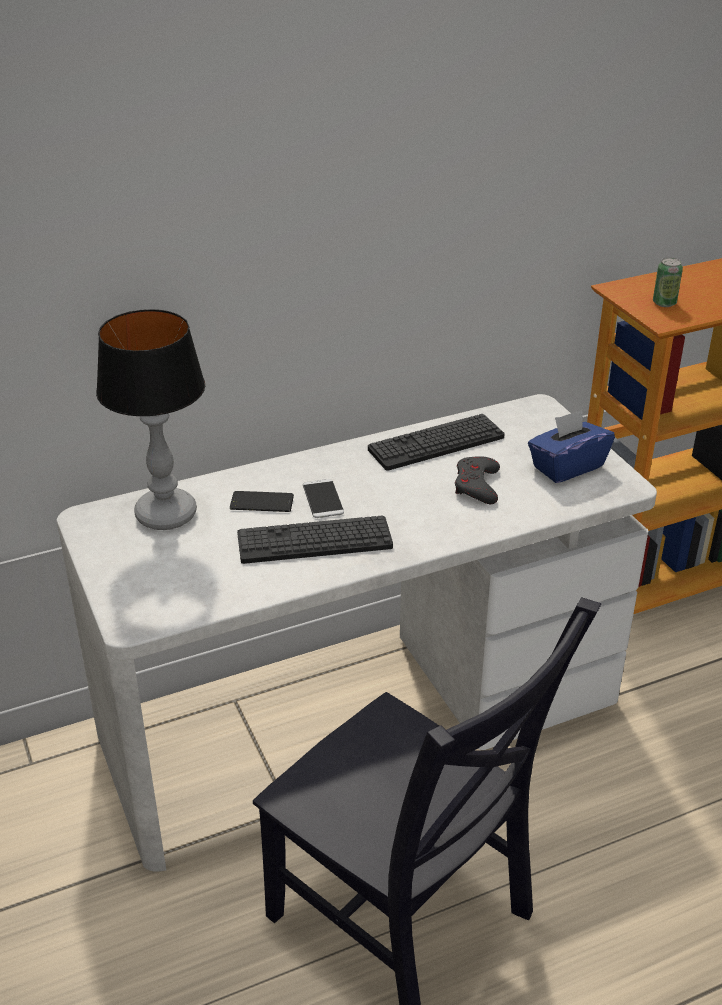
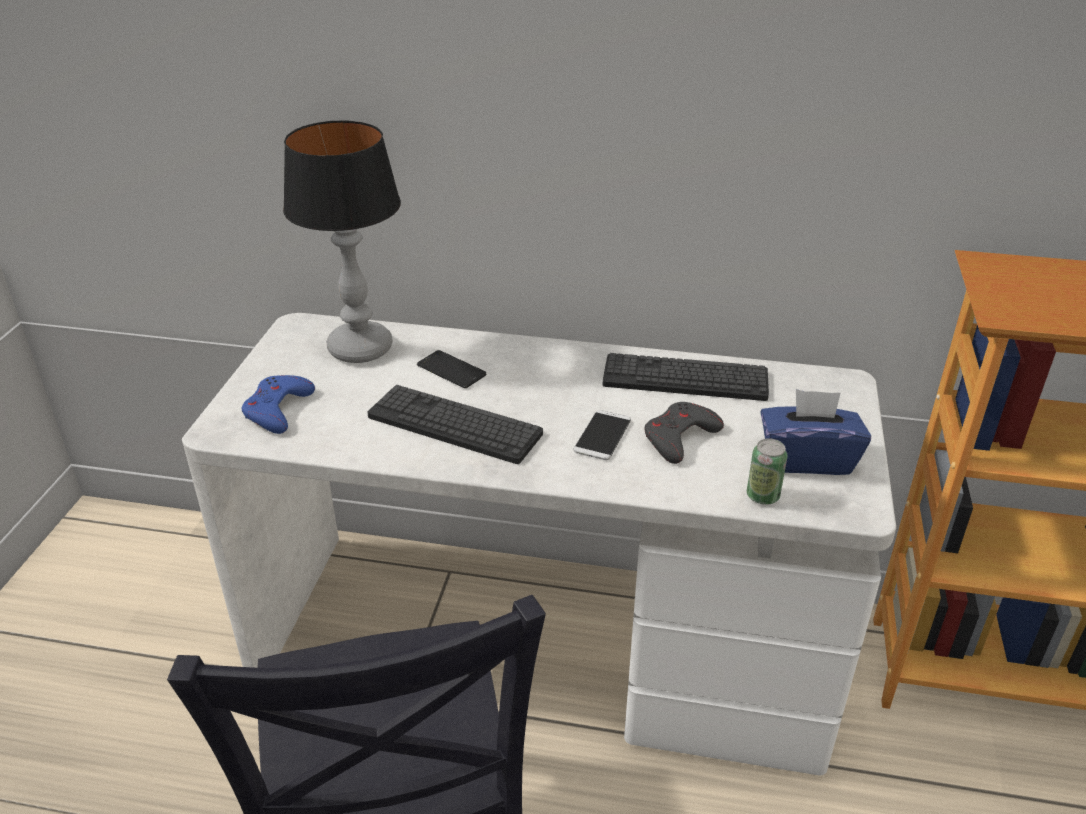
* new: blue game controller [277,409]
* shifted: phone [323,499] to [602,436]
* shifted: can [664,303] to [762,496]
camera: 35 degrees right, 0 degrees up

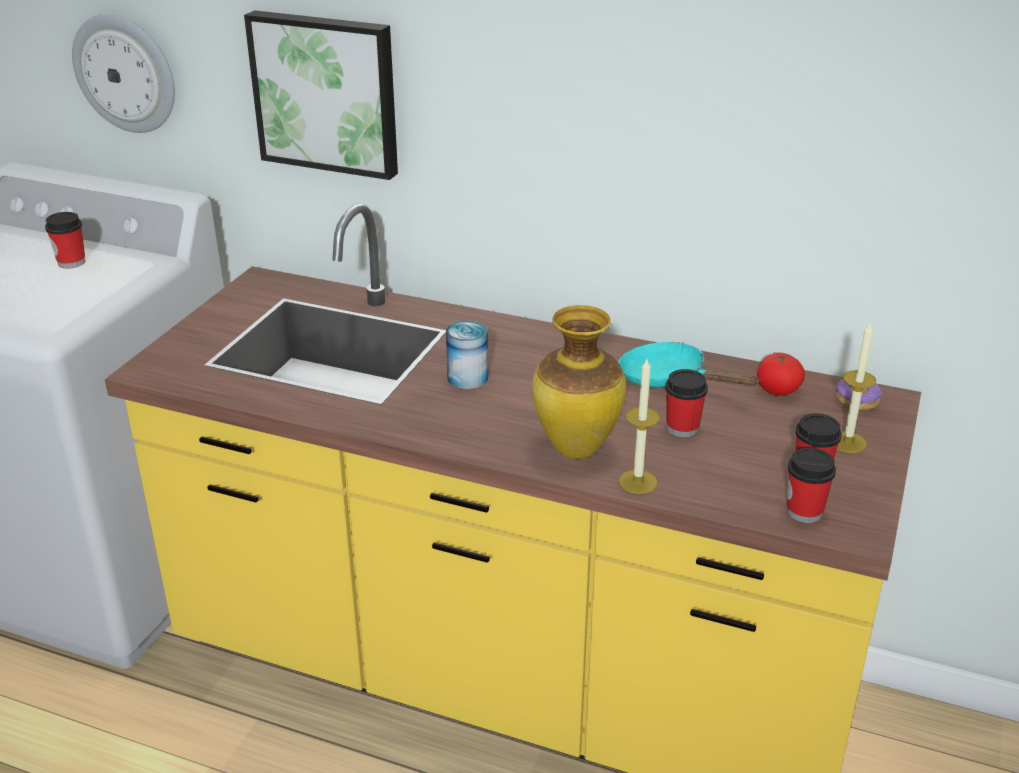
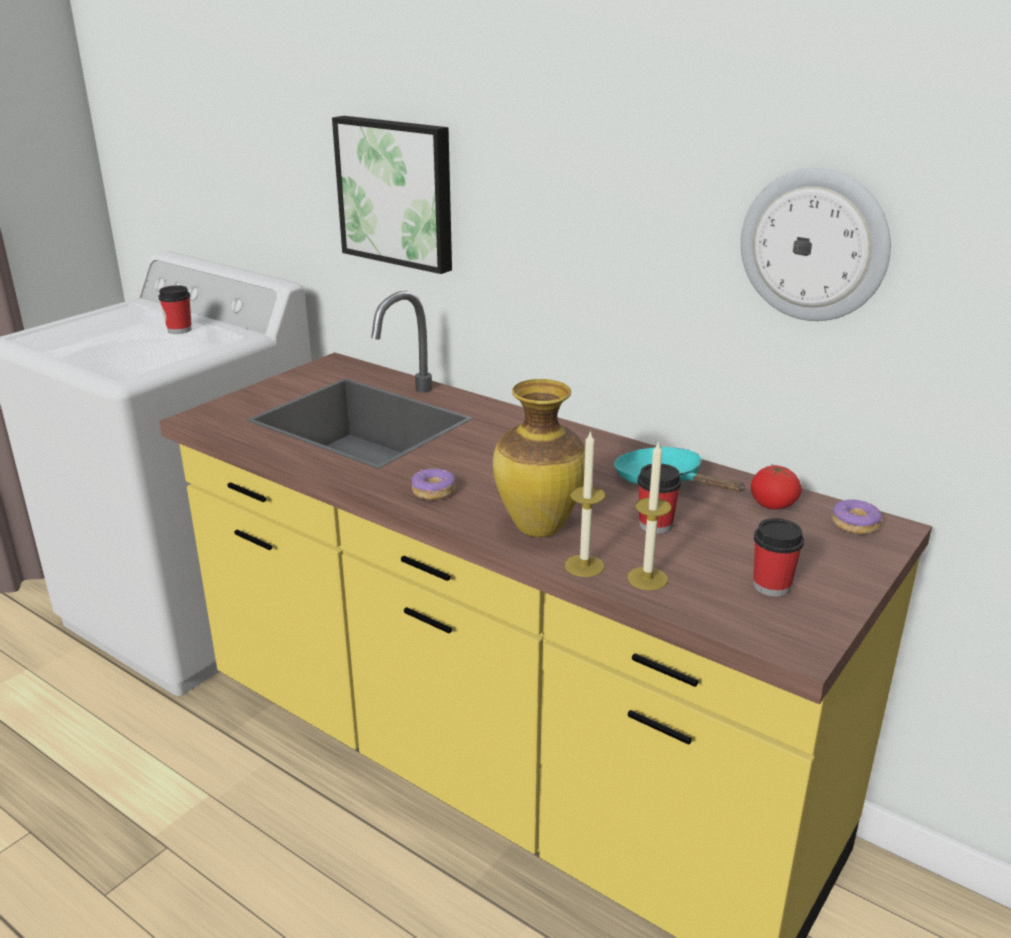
* gone: can [467,378]
* gone: cup [804,511]
* new: donut [433,492]
* shifted: wall clock [125,73] to [814,245]
* shifted: candle [847,442] to [647,578]
camera: 15 degrees right, 5 degrees down

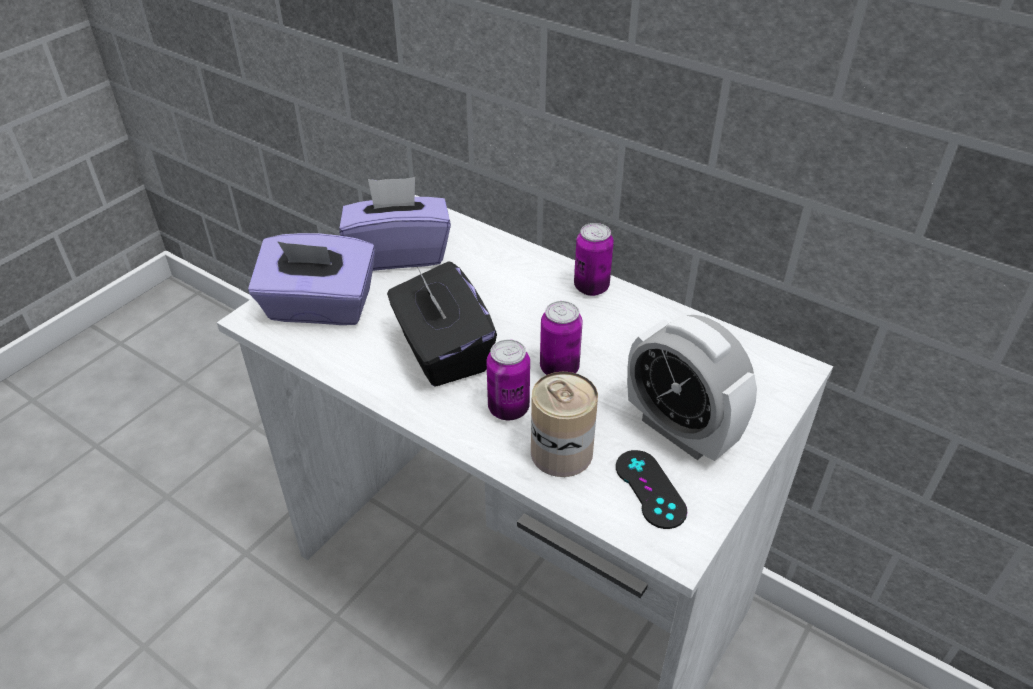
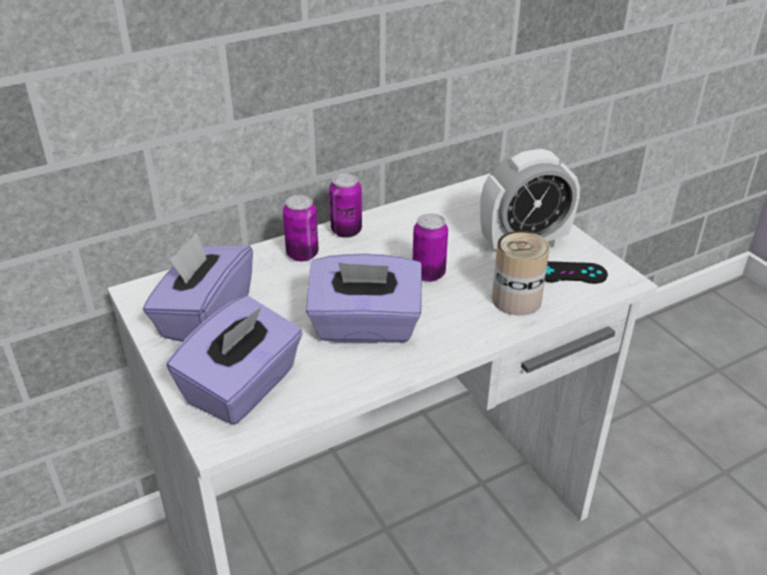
* shifted: can [508,409] to [302,254]
* repainted: black tissue box [442,351] to purple tissue box [365,327]
camera: 65 degrees left, 5 degrees down

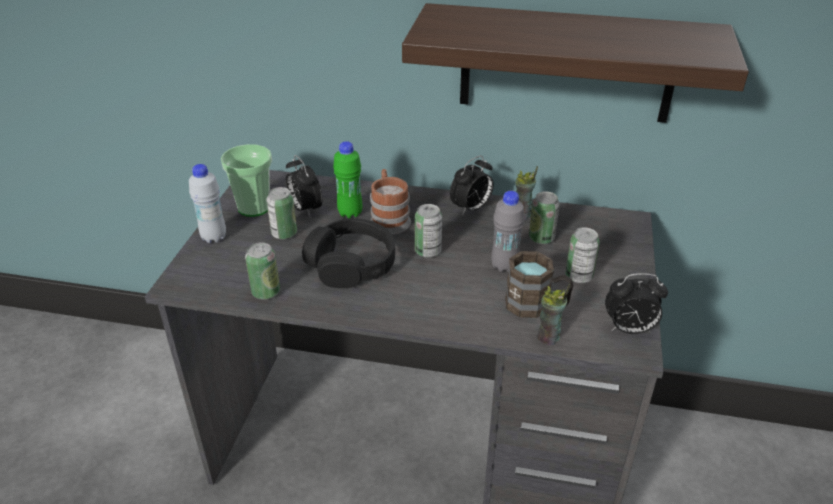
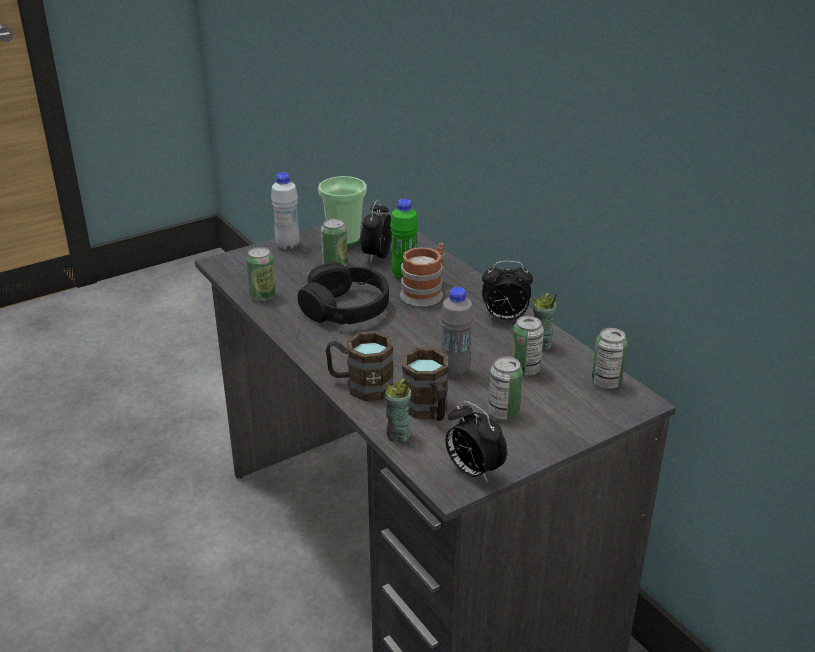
* gone: shelf [567,64]
* new: brown mug [360,386]
* shifted: can [428,251] to [606,382]
camera: 45 degrees right, 5 degrees down

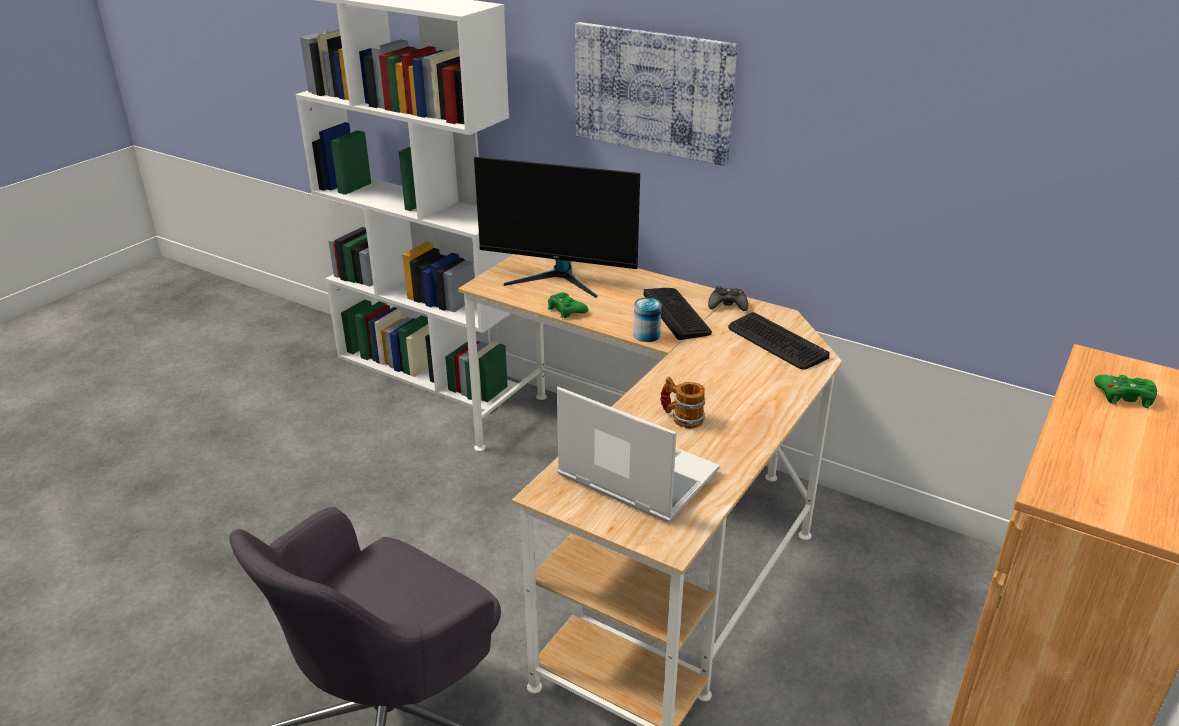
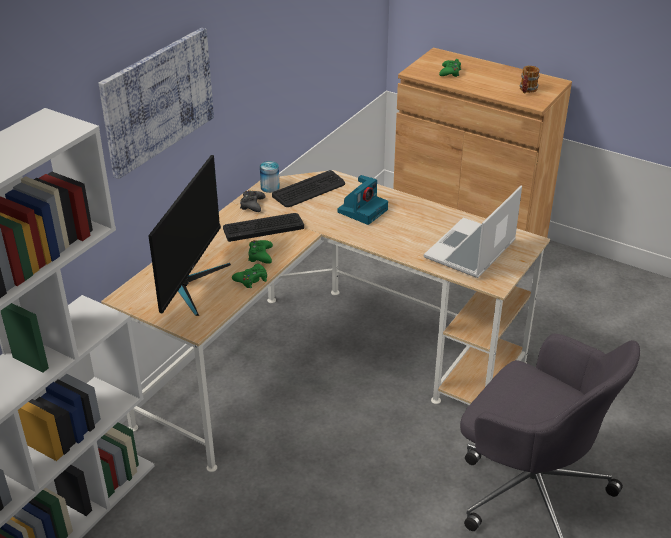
* new: green game controller [260,255]
* new: photo camera [363,210]
* shifted: can [646,335] to [270,187]
* shifted: mug [681,418] to [527,90]
camera: 90 degrees left, 5 degrees up

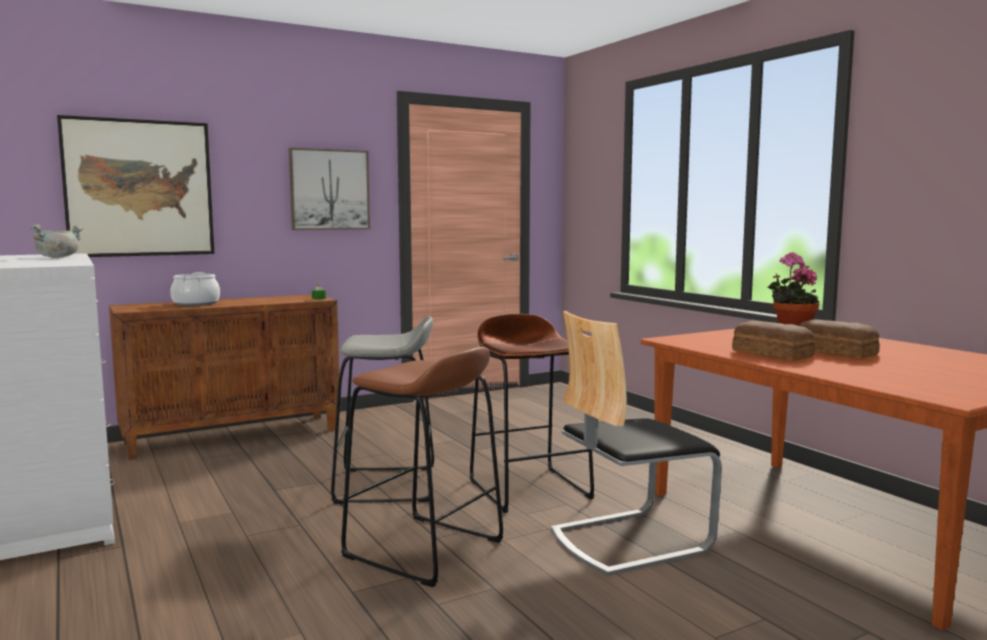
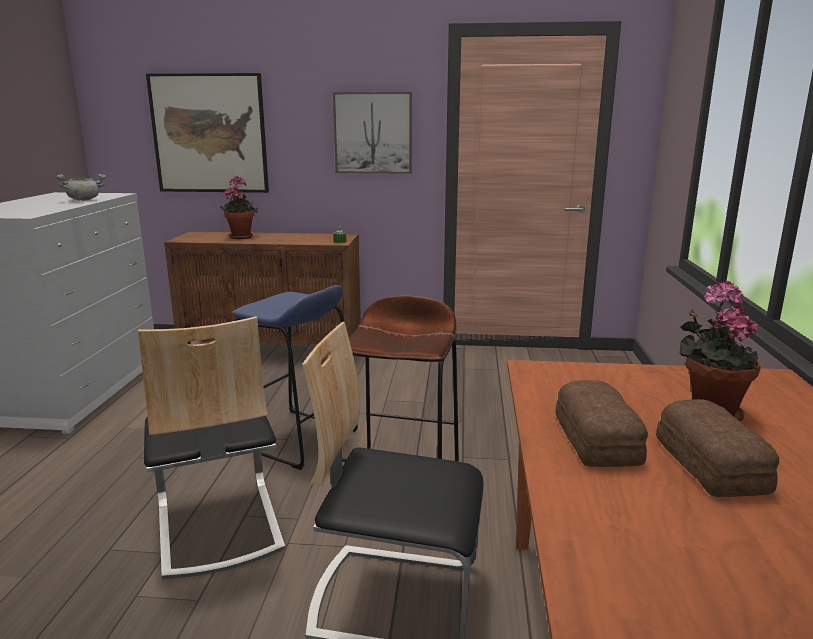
* swapped: cooking pot [196,303] to potted plant [241,236]
* swapped: brown stool [424,549] to chair [217,525]
* repainted: grey stool [386,485] to blue stool [296,438]
camera: 35 degrees right, 10 degrees up

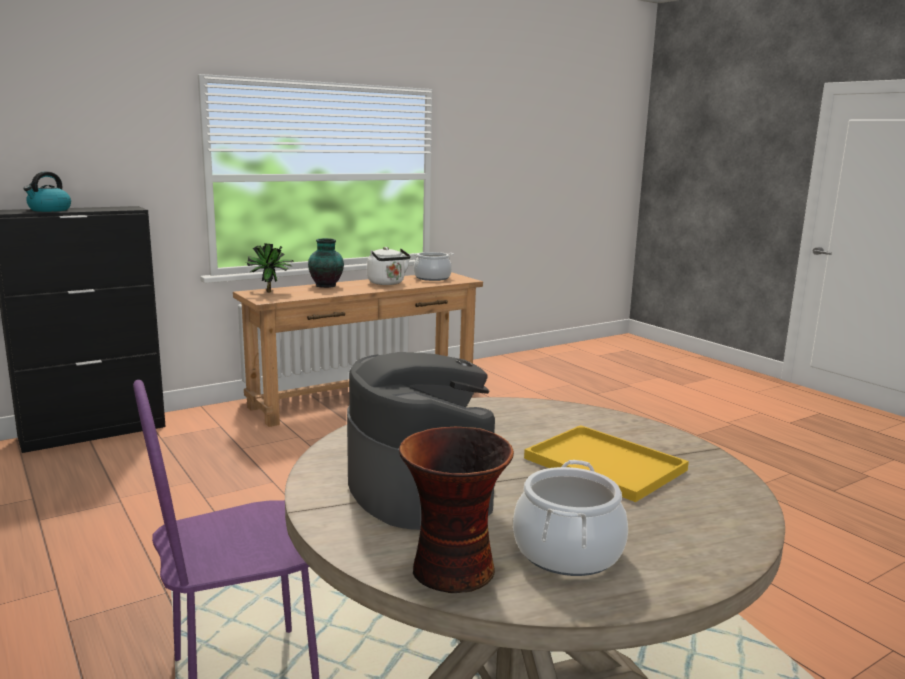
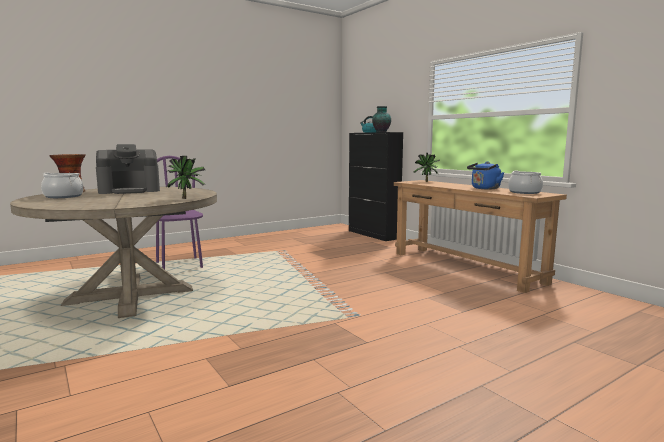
* gone: yellow tray [608,464]
* new: potted plant [186,198]
* shifted: vase [327,286] to [381,132]
* repainted: white kettle [387,283] to blue kettle [484,188]
camera: 90 degrees right, 5 degrees down

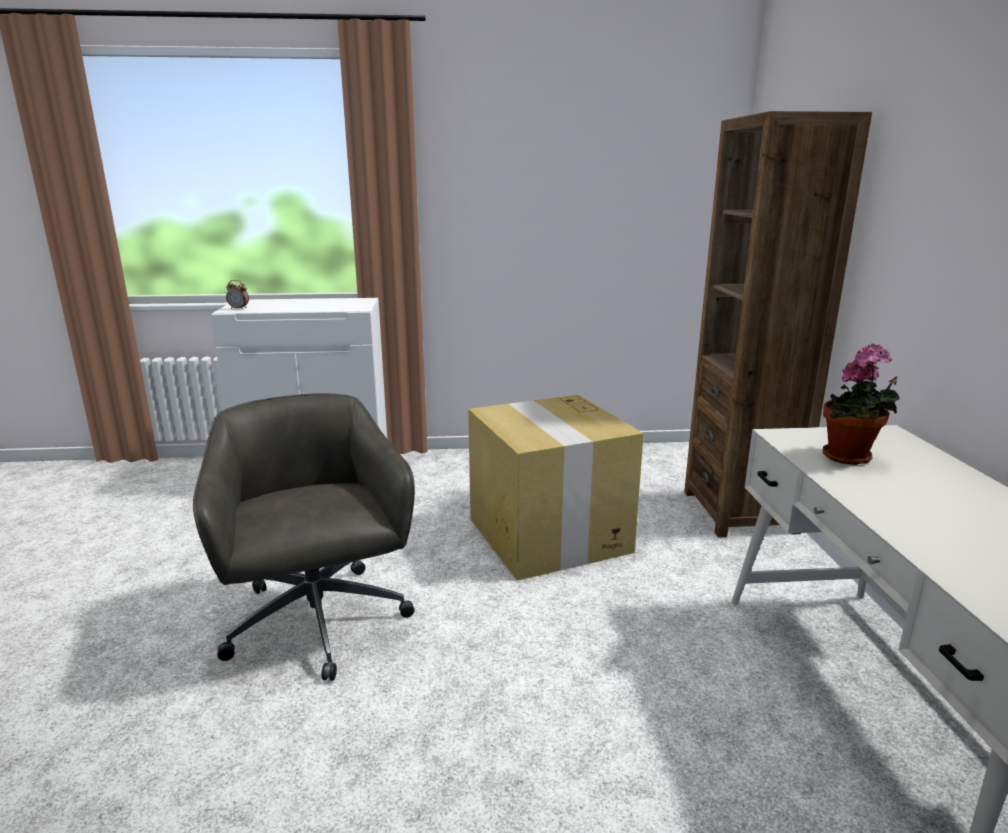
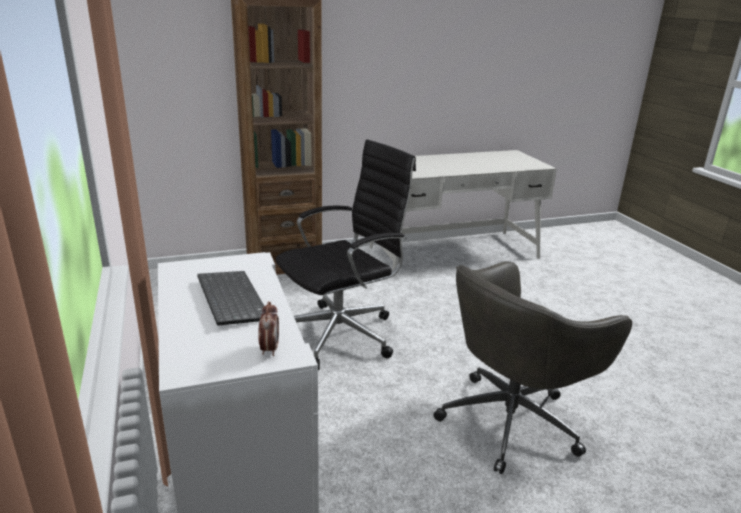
* gone: potted plant [850,458]
* new: keyboard [229,299]
* swapped: cardboard box [549,536] to black office chair [342,334]
camera: 105 degrees left, 5 degrees up

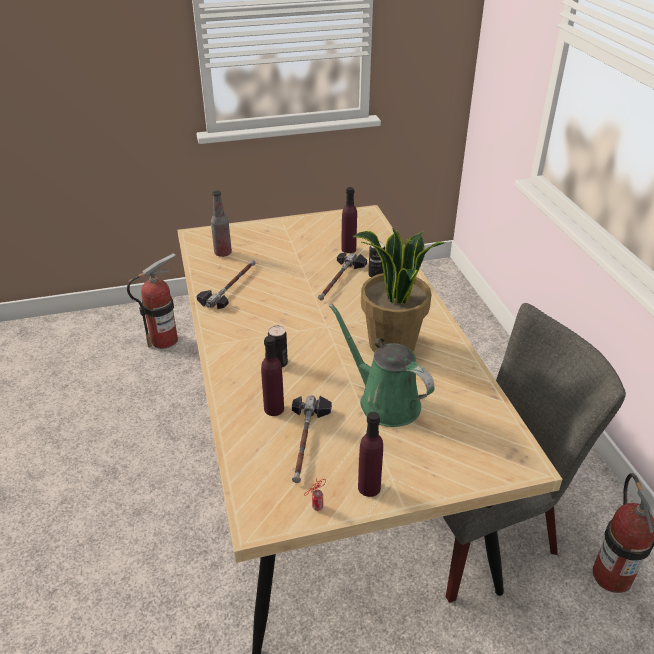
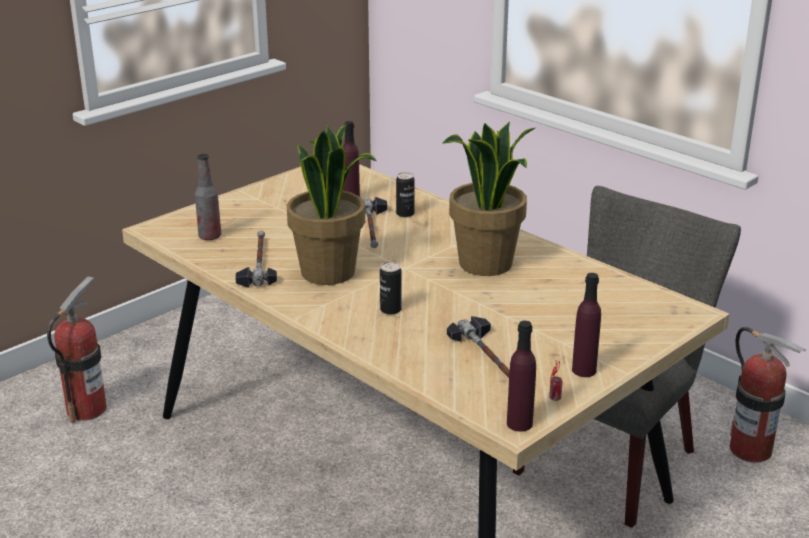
* gone: green watering can [384,401]
* new: potted plant [329,273]
* shifted: purple bottle [274,408] to [519,423]
camera: 30 degrees left, 10 degrees down

